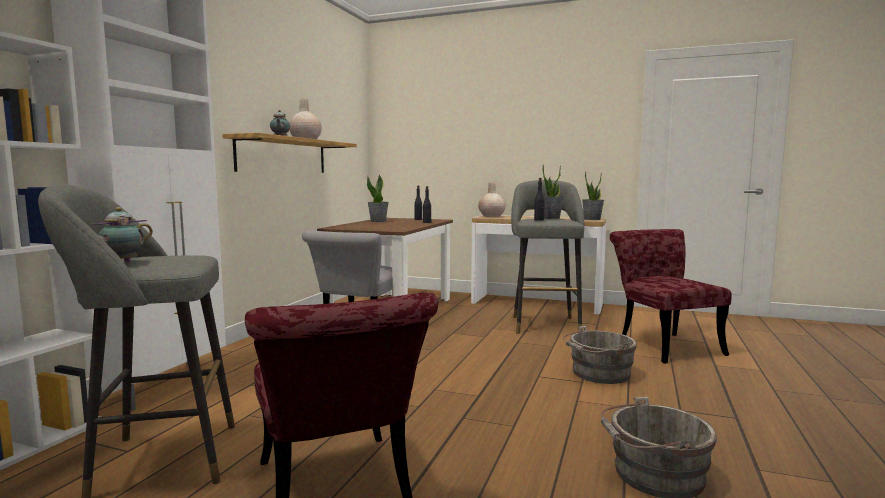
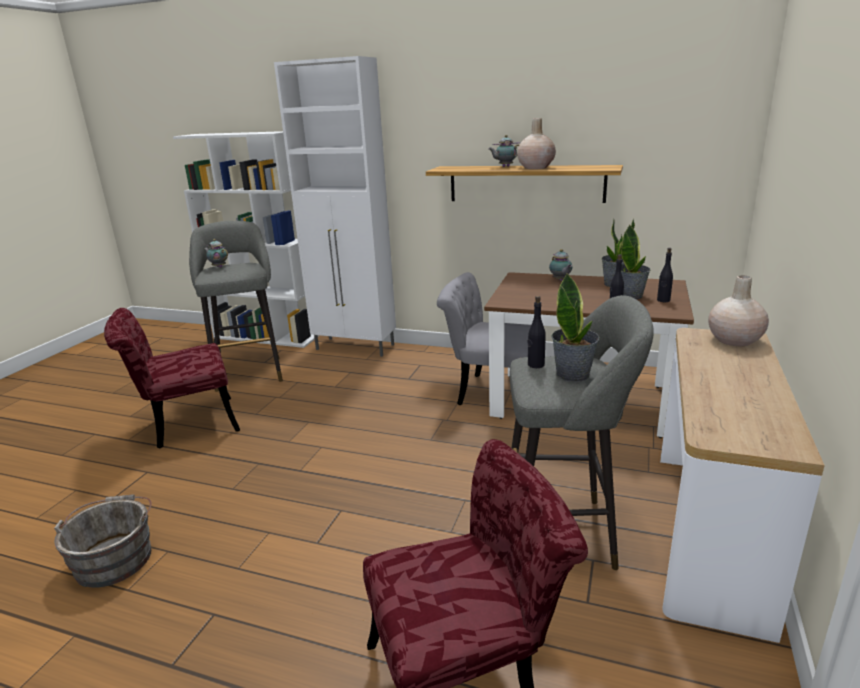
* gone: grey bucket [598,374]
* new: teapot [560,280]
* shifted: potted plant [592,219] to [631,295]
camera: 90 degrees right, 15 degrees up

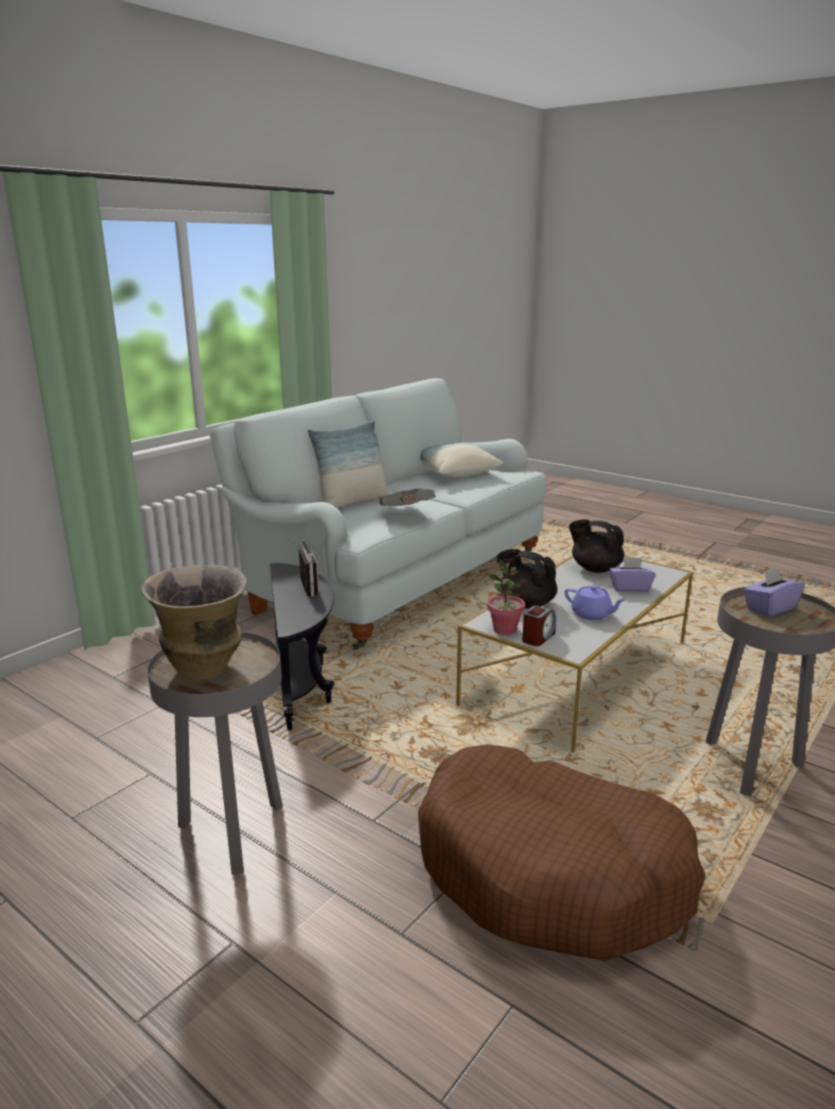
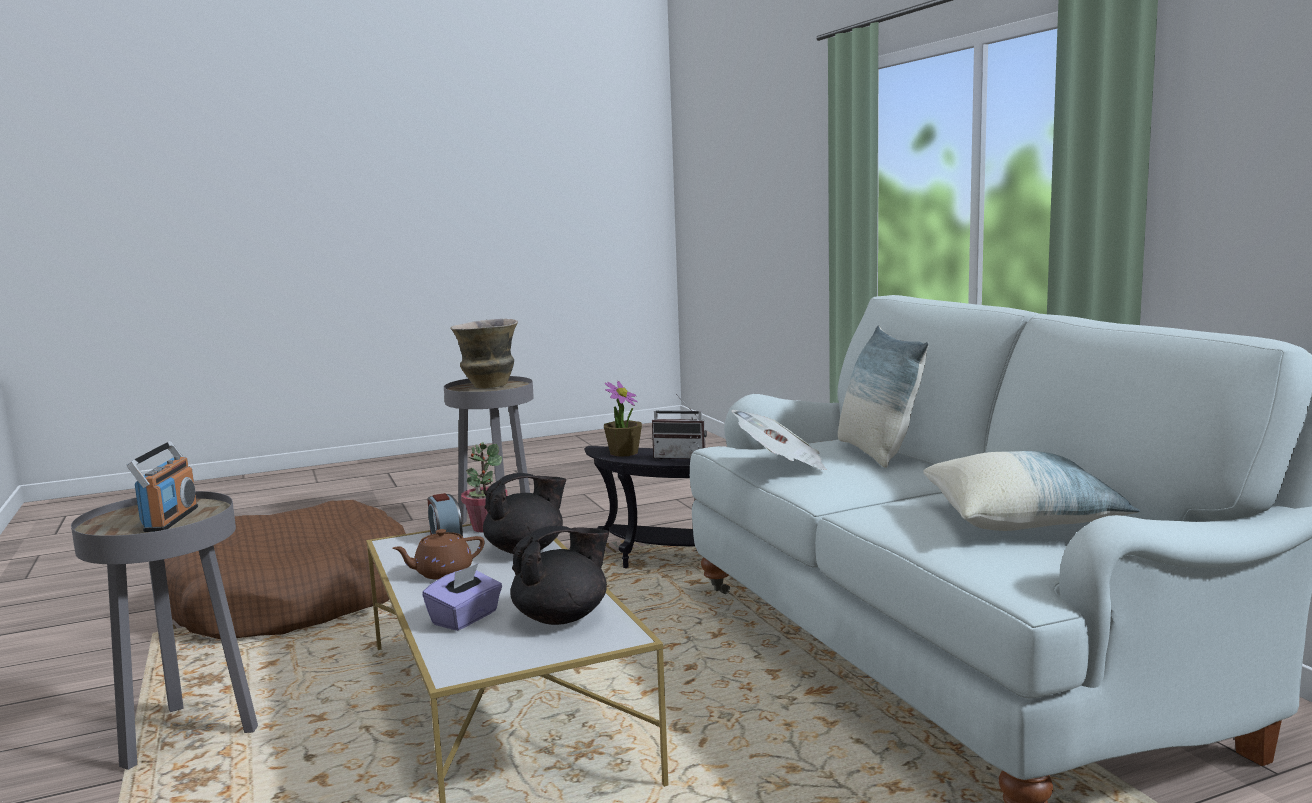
* new: potted plant [624,452]
* swapped: purple tissue box [769,608] to radio [170,519]
* repainted: purple teapot [592,615] to brown teapot [442,573]
camera: 120 degrees right, 10 degrees down

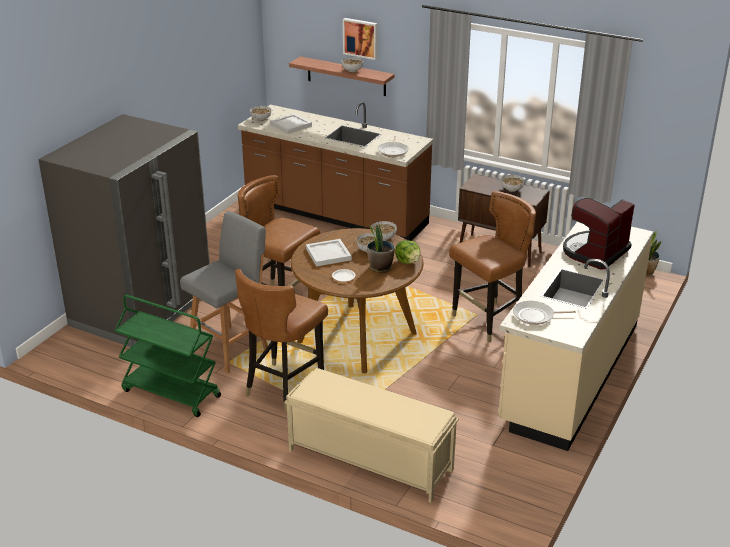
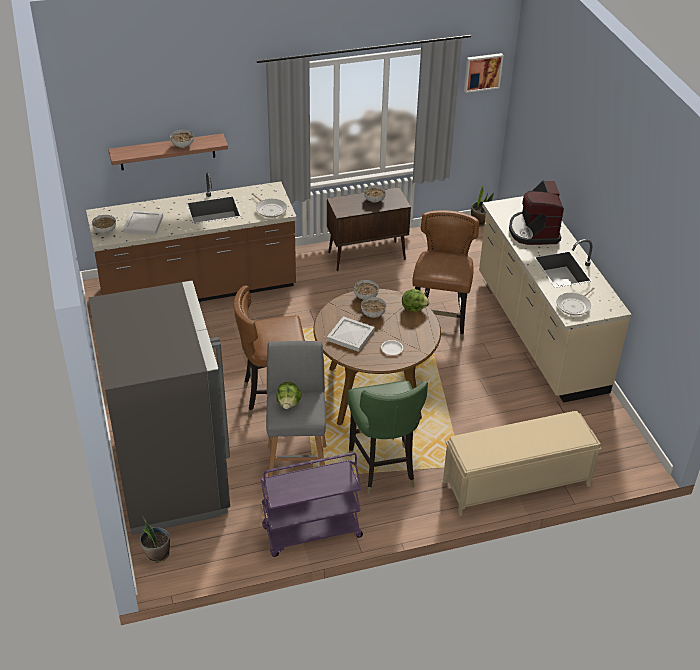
* new: lettuce [288,403]
* shifted: picture [361,38] to [482,72]
* shifted: potted plant [380,267] to [157,554]
* repainted: green cart [170,393] to purple cart [311,533]
* repainted: brown chair [283,387] to green chair [383,469]
camera: 45 degrees left, 10 degrees up

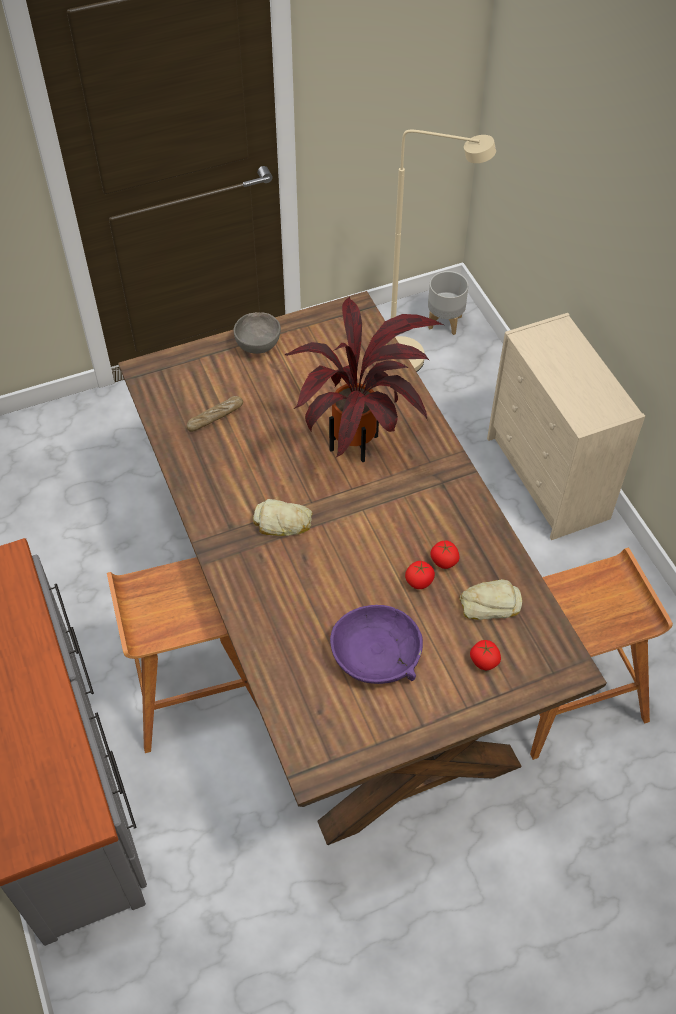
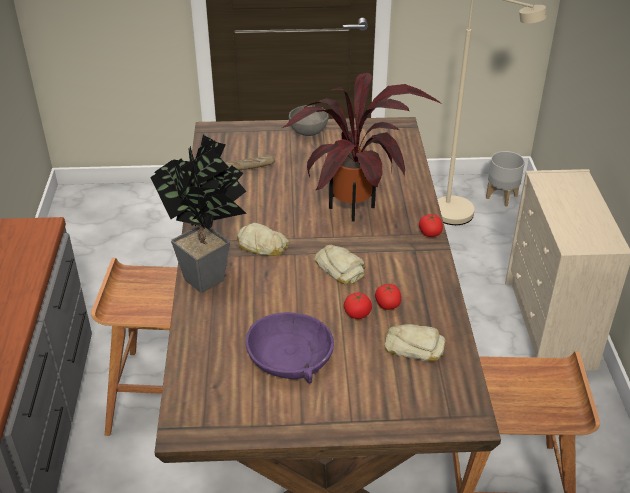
* new: potted plant [211,278]
* new: bread [340,268]
* shifted: tomato [484,661] to [430,233]
camera: 20 degrees right, 15 degrees down

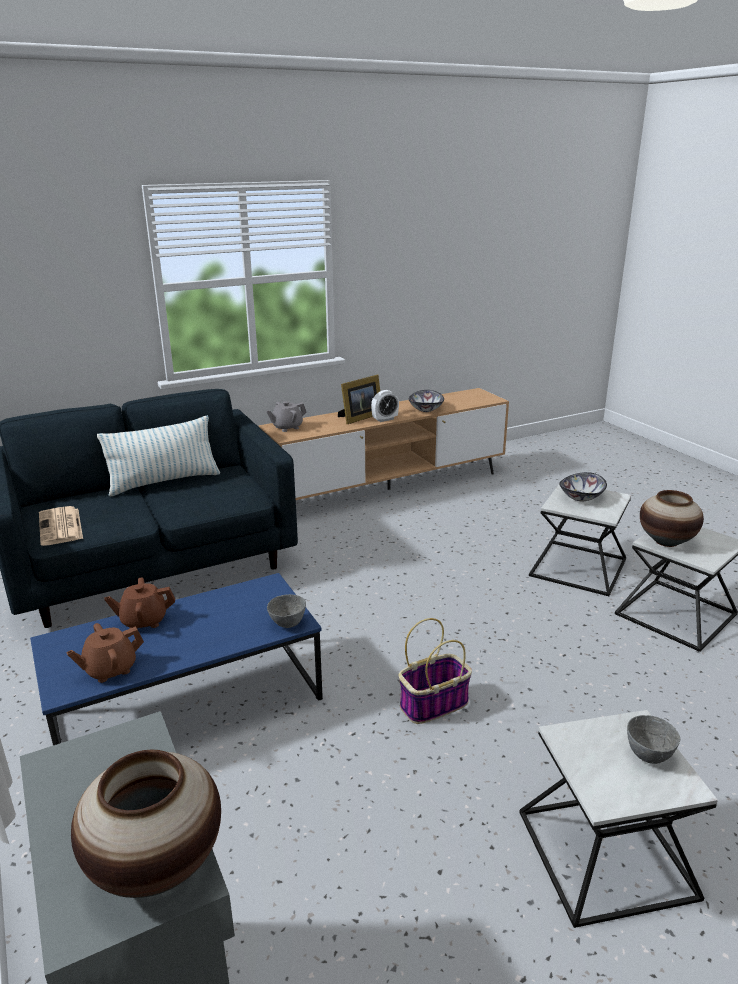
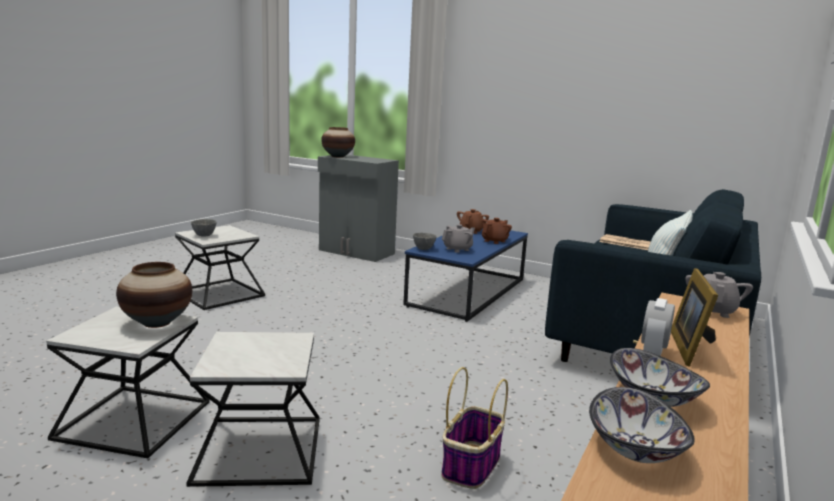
* new: grey teapot [458,249]
* shifted: basket [434,704] to [471,466]
* shifted: bowl [580,497] to [636,449]
camera: 145 degrees right, 10 degrees down

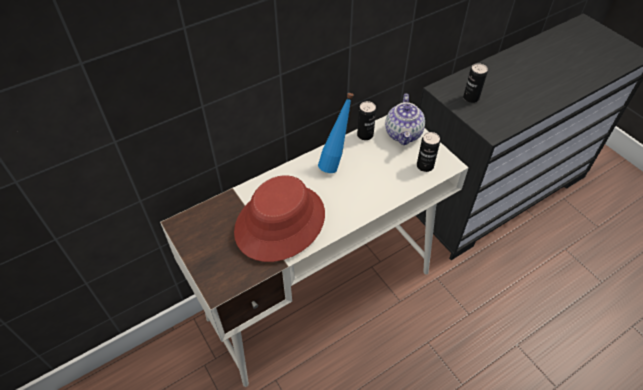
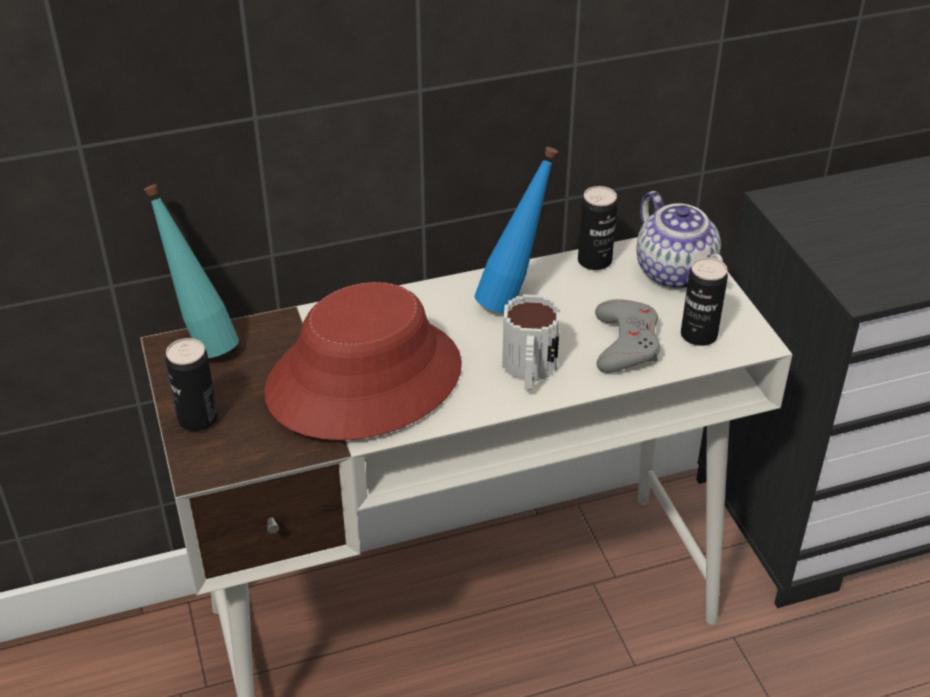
* new: turquoise bottle [202,342]
* new: mug [529,371]
* new: grey game controller [626,343]
* shifted: can [471,98] to [198,419]
* rotated: teapot [404,134] = [676,272] 45 degrees counterclockwise
camera: 15 degrees right, 10 degrees down

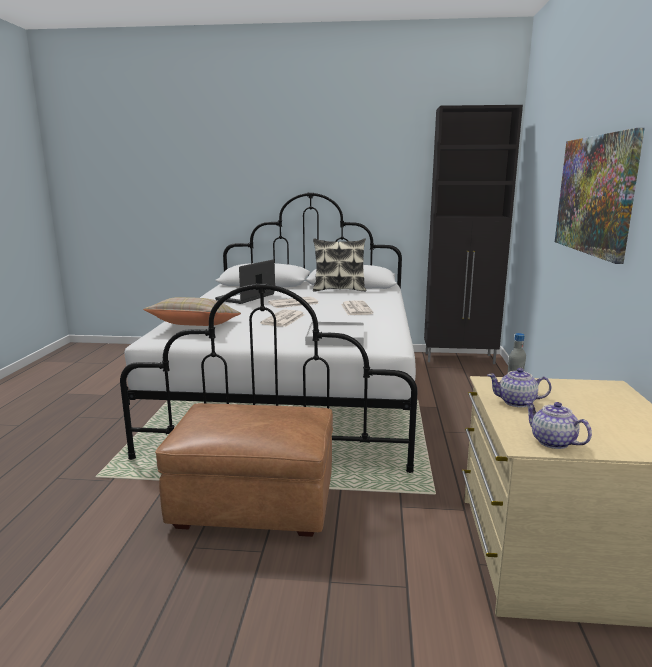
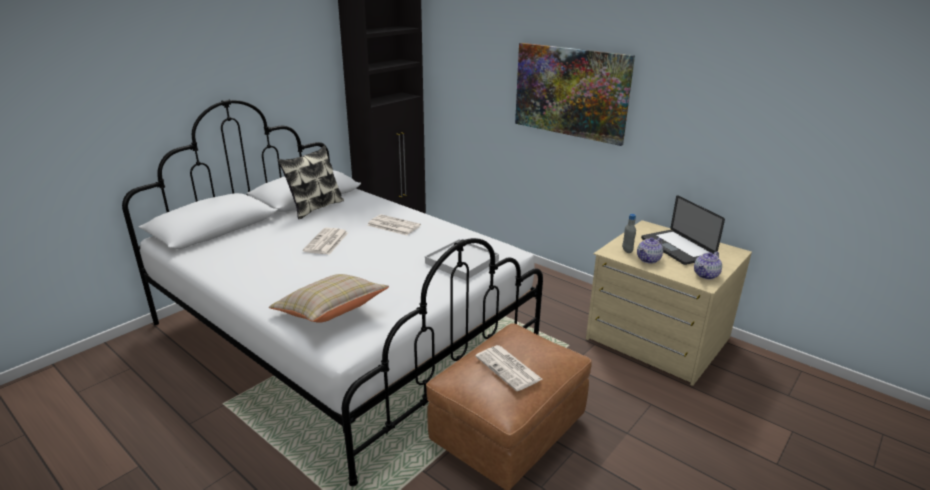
* shifted: laptop [246,297] to [677,248]
* shifted: newspaper [283,319] to [509,368]
* rotated: teapot [552,442] = [706,275] 45 degrees counterclockwise
camera: 55 degrees left, 10 degrees up

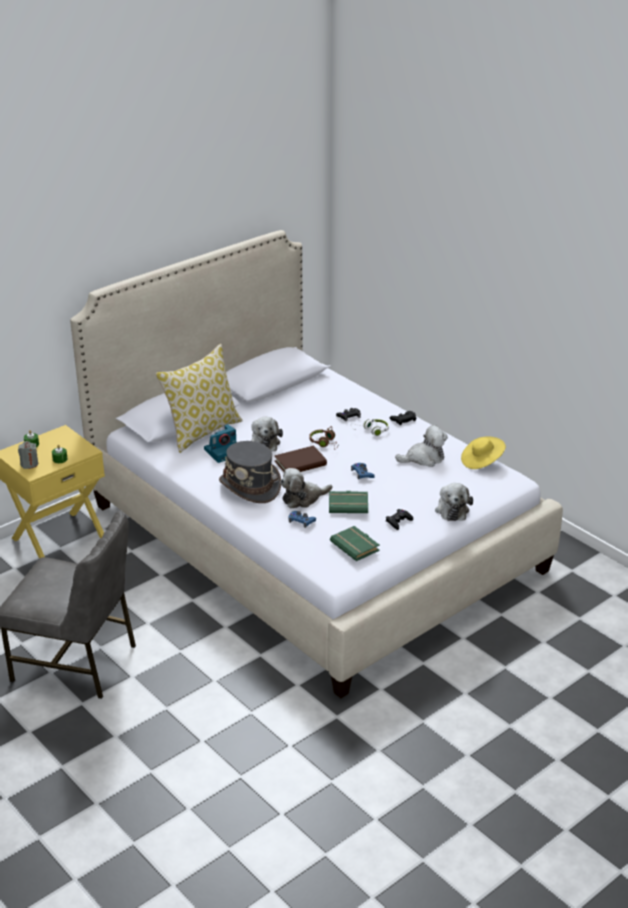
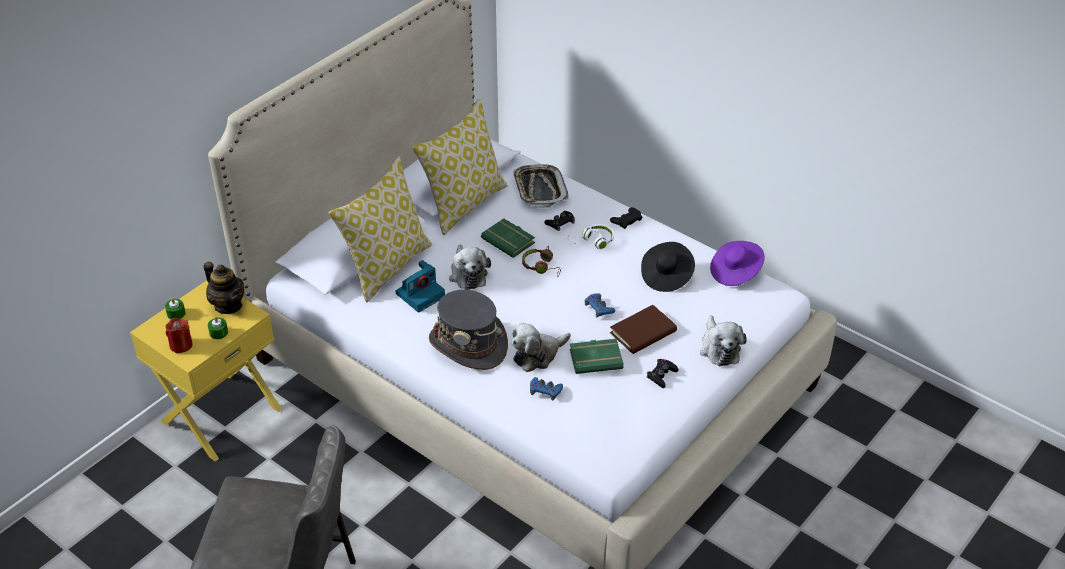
* new: teapot [228,305]
* new: pillow [464,203]
* new: tray [539,189]
* shifted: brown book [300,463] to [643,332]
* shifted: green book [356,546] to [510,241]
* swapped: plush toy [424,458] to black hat [666,276]
* repainted: grey candle [29,464] to red candle [181,345]
* repainted: yellow hat [482,461] to purple hat [735,272]
camera: 10 degrees left, 10 degrees up

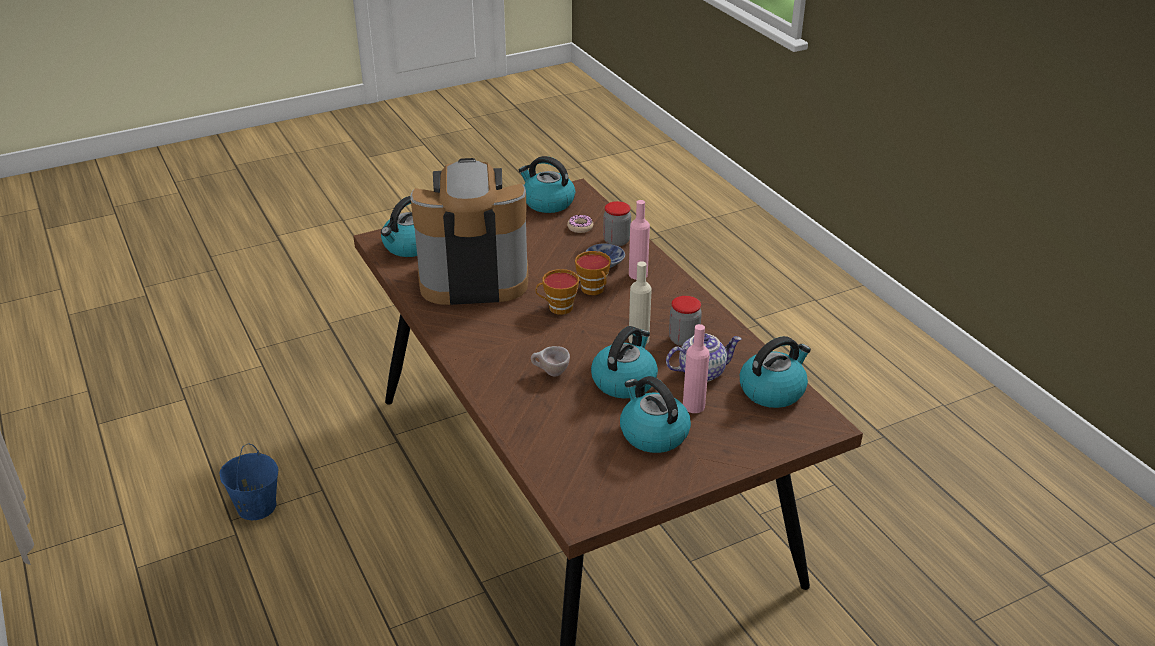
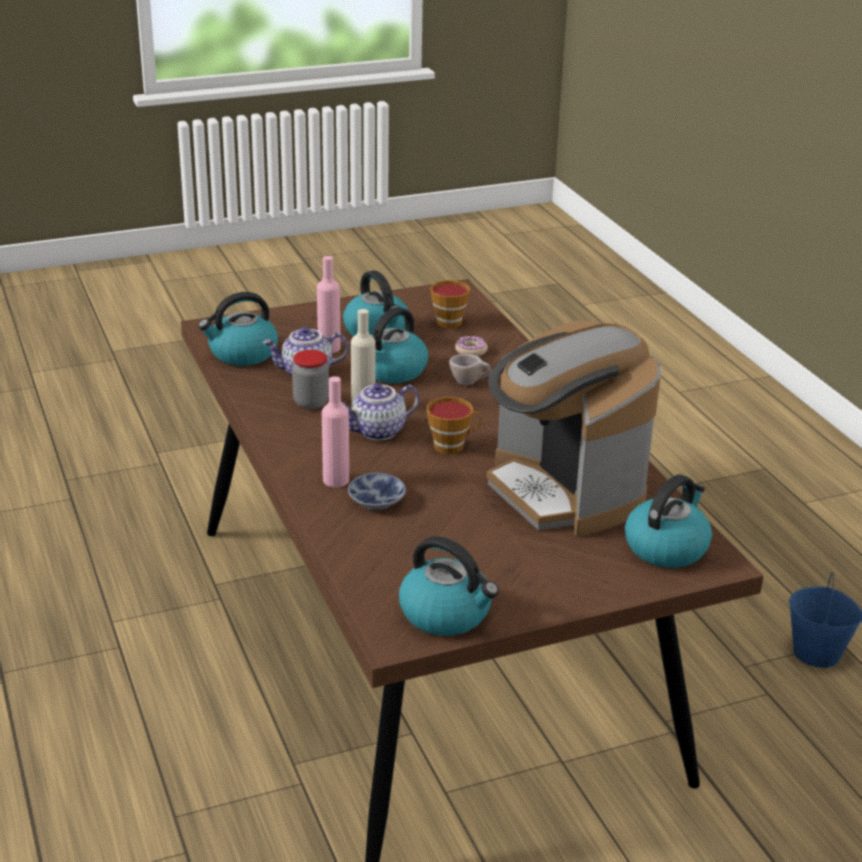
* gone: jar [616,241]
* new: teapot [378,432]
* shifted: donut [580,227] to [471,351]
* shifted: cup [594,290] to [447,321]
* rotated: coffee machine [473,278] = [564,492] 60 degrees clockwise
camera: 175 degrees left, 5 degrees down

